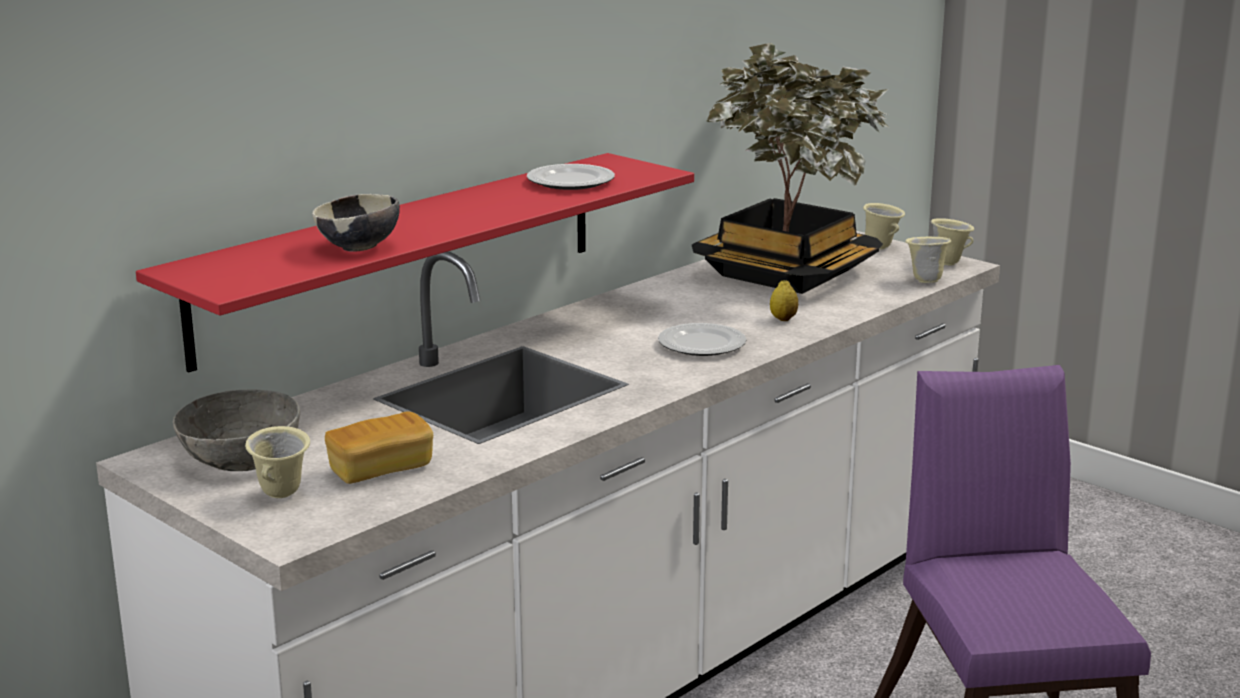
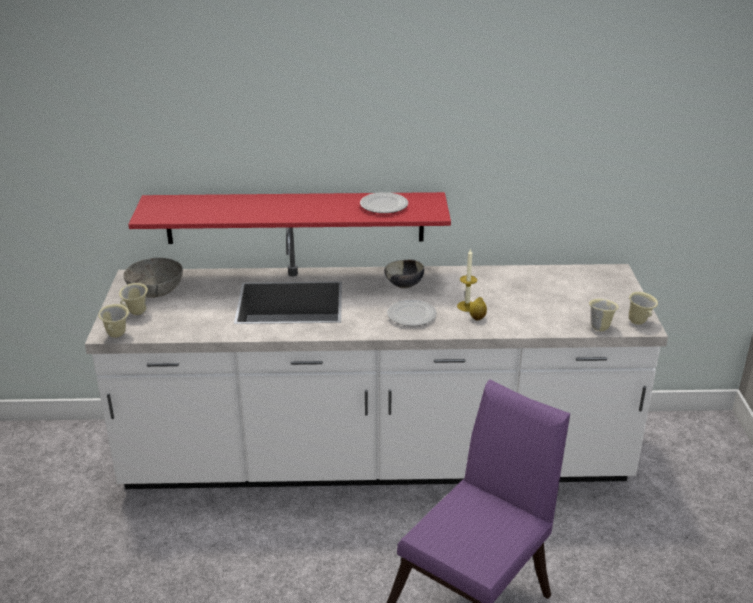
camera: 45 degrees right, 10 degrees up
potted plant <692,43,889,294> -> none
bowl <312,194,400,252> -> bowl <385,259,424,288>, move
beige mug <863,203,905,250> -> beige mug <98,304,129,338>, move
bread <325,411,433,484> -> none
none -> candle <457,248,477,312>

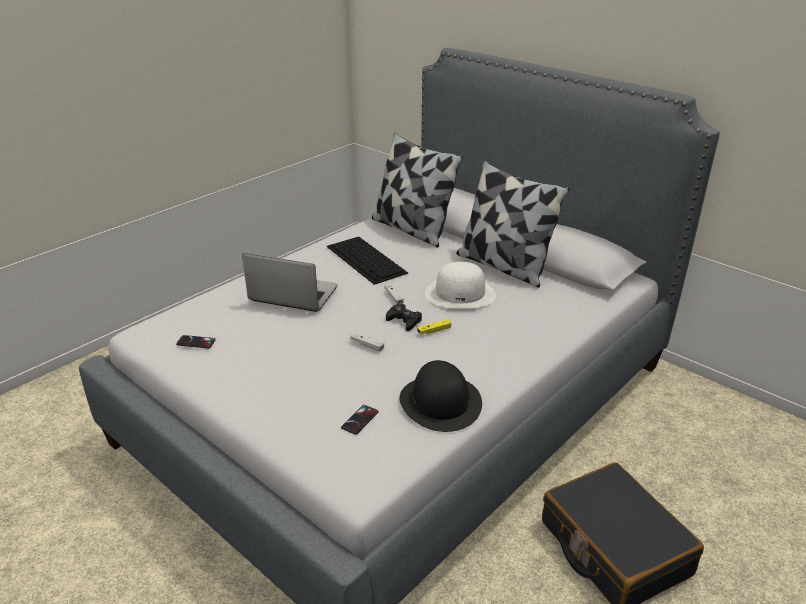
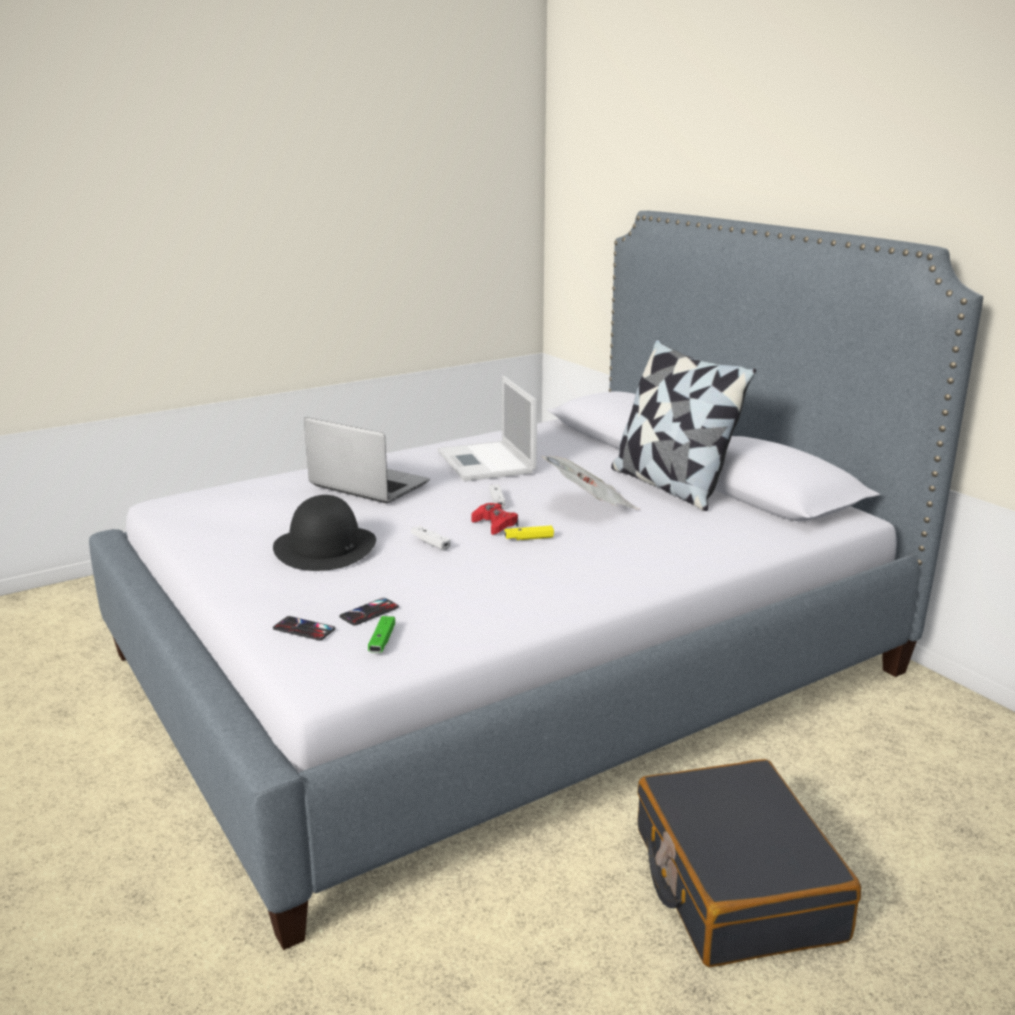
camera: 15 degrees right, 10 degrees down
pillow <372,132,463,247> -> none
keyboard <327,237,408,285> -> laptop <438,376,537,481>
white hat <425,262,496,308> -> newspaper <541,456,640,510>
black game controller <386,304,422,331> -> red game controller <472,503,518,535>
phone <176,335,216,348> -> phone <273,616,335,640>, move
black hat <400,360,482,432> -> black hat <273,495,376,571>, move
none -> green game controller <368,616,395,653>

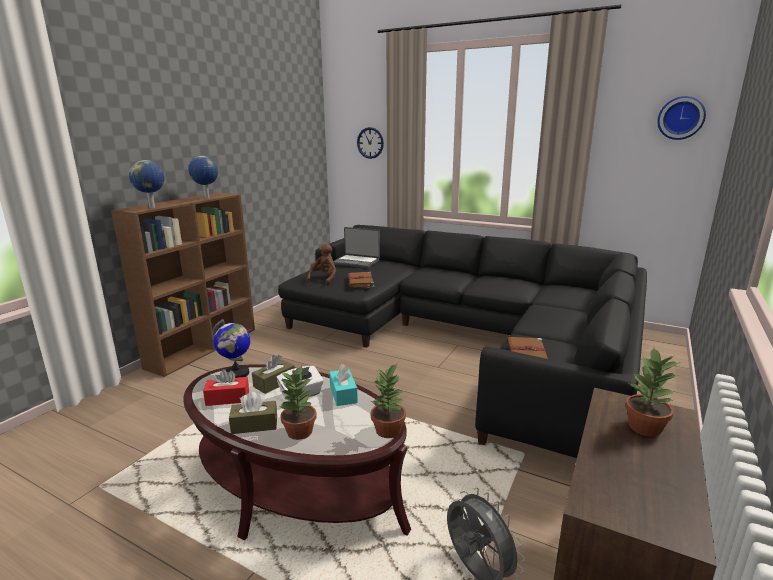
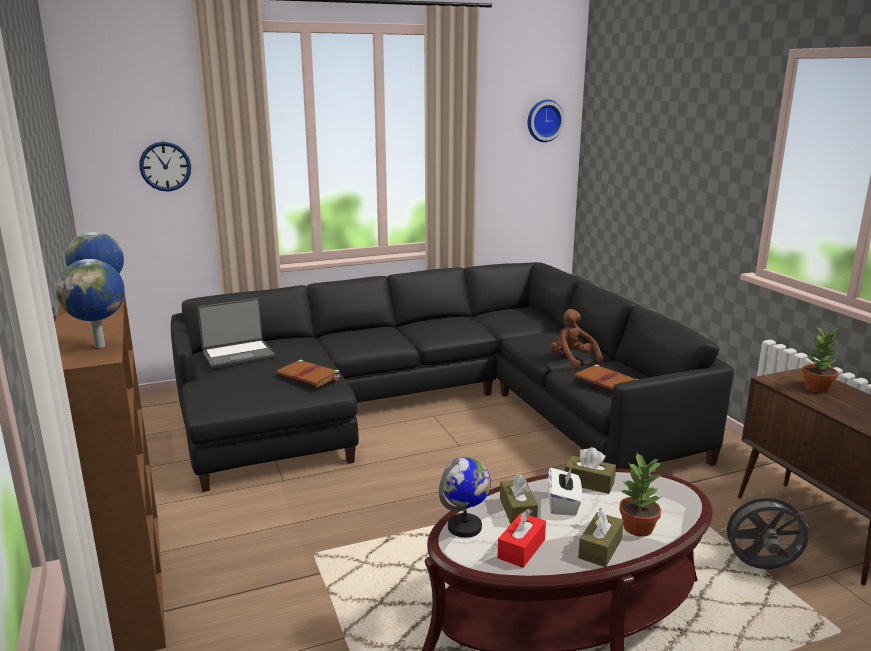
camera: 50 degrees left, 0 degrees up
brown plush toy <306,243,336,286> -> brown plush toy <550,309,603,369>, move
turquoise tissue box <329,364,358,406> -> brown tissue box <565,447,616,494>
potted plant <371,364,406,438> -> none

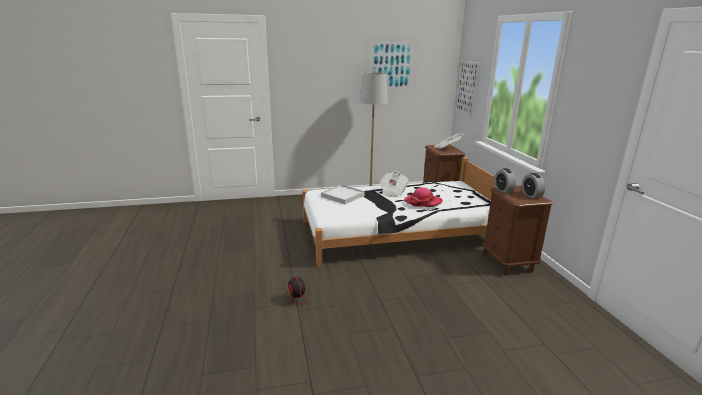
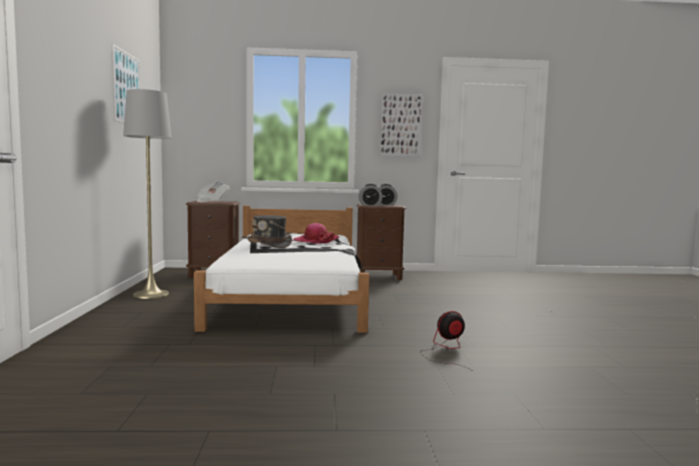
camera: 80 degrees left, 15 degrees down
picture <456,61,480,116> -> picture <380,93,423,157>, move
newspaper <379,171,409,197> -> grey hat <247,215,292,248>
white tray <321,185,365,204> -> none

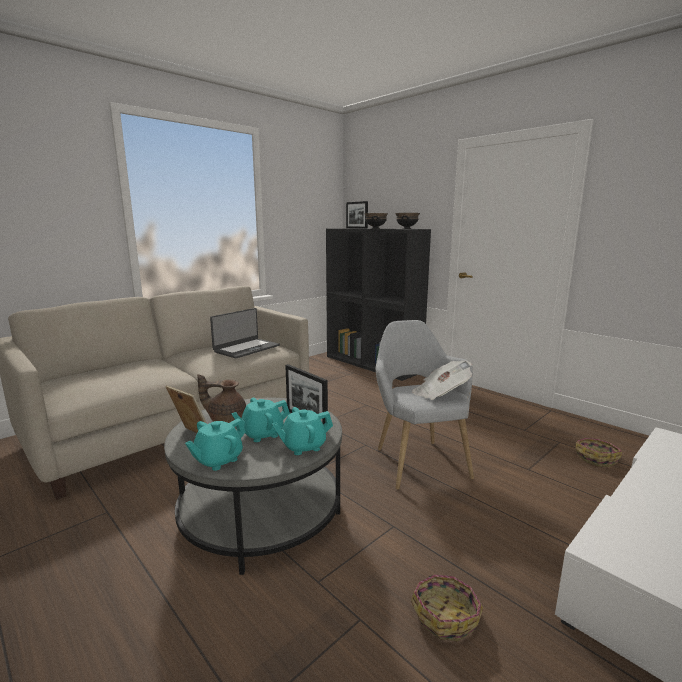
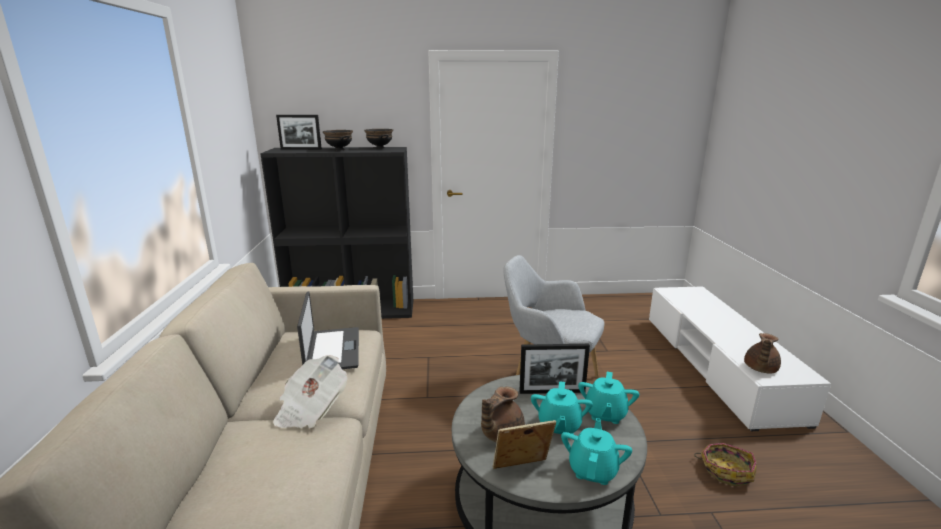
camera: 50 degrees left, 5 degrees up
newspaper <412,361,472,400> -> newspaper <273,355,347,428>, move
turquoise teapot <185,418,246,471> -> turquoise teapot <561,418,632,485>, 150 degrees counterclockwise
basket <575,438,622,467> -> none
none -> brown teapot <744,333,781,374>

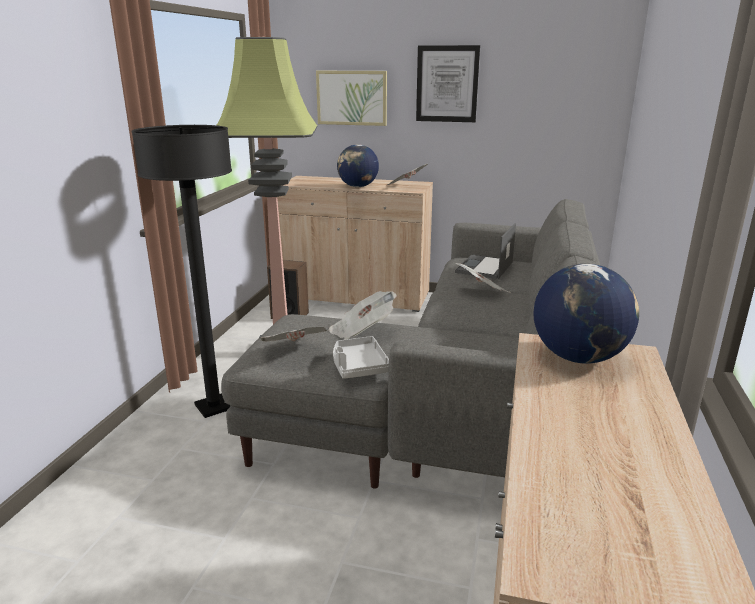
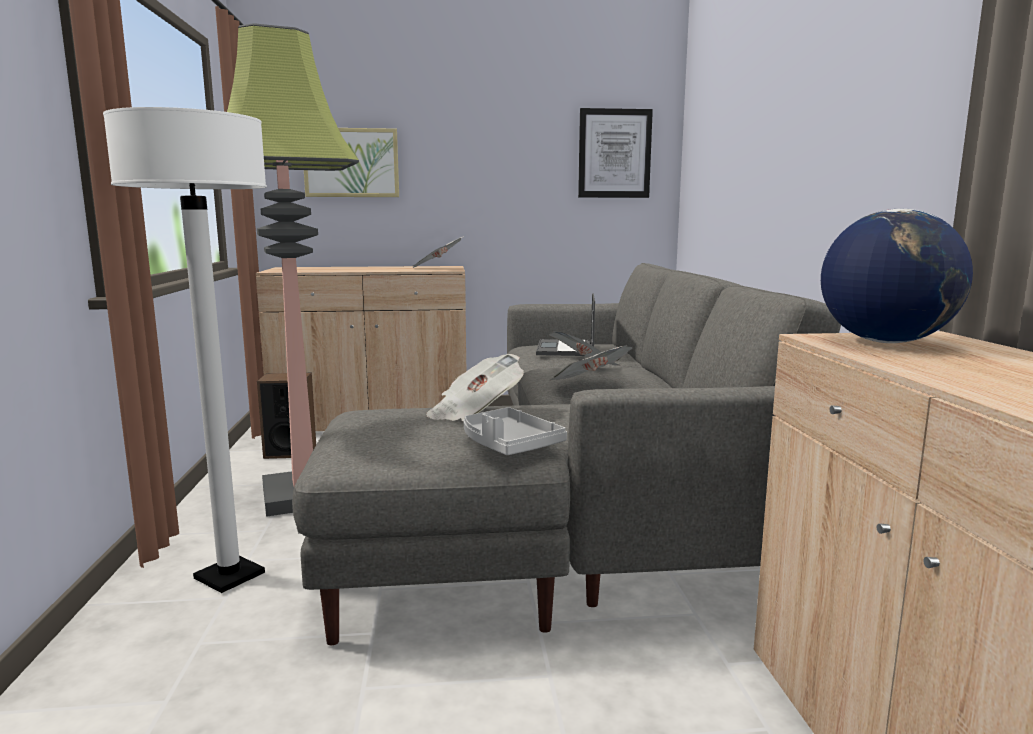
camera: 20 degrees left, 10 degrees down
picture <416,45,480,122> -> picture <578,108,653,198>, move
black floor lamp <132,125,232,418> -> white floor lamp <103,107,267,593>
globe <337,144,379,187> -> none
newspaper <260,327,327,342> -> newspaper <550,345,632,380>, move

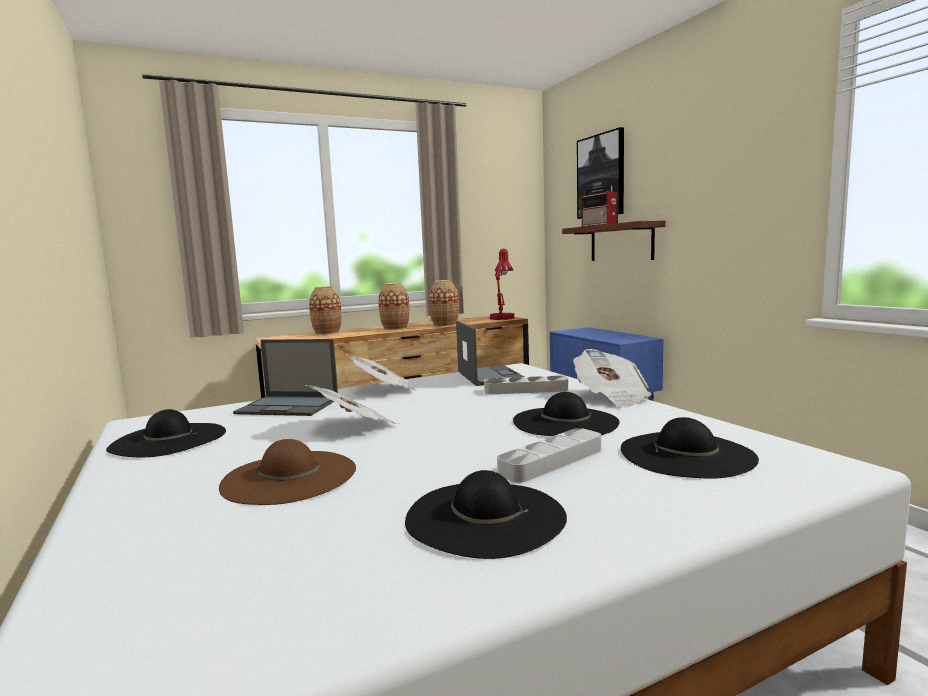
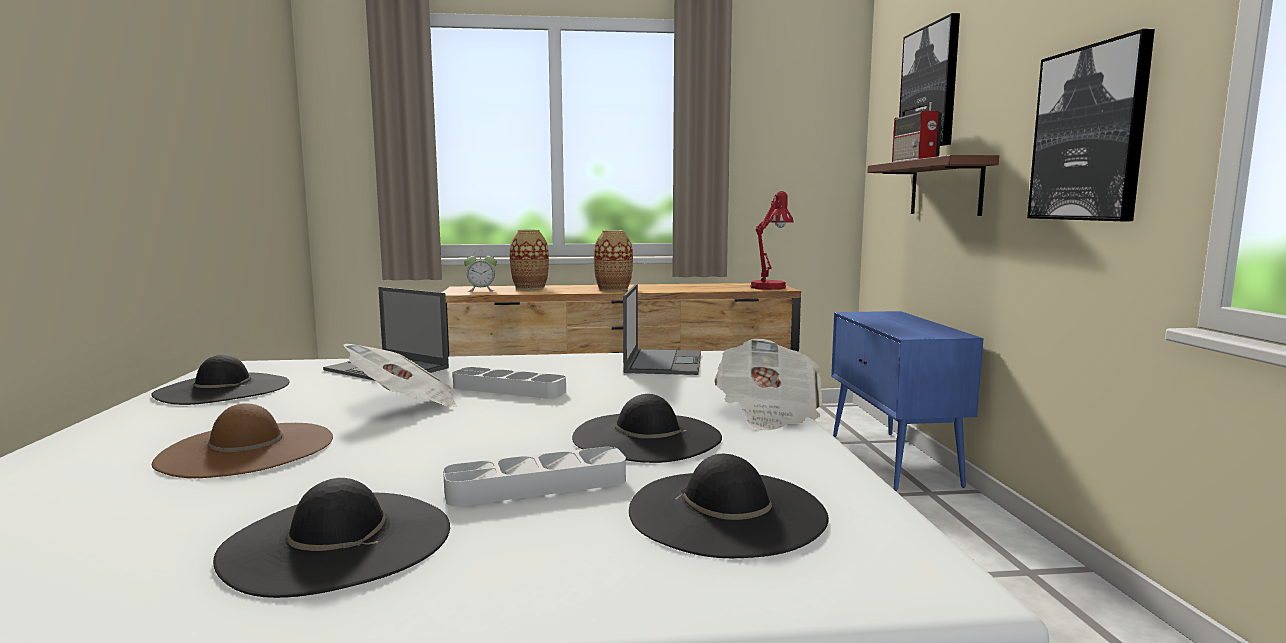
camera: 20 degrees right, 0 degrees up
vase <429,280,459,327> -> none
newspaper <345,354,416,390> -> none
grey tray <484,376,568,395> -> grey tray <453,367,566,399>, move
none -> picture <1027,29,1155,221>
none -> alarm clock <464,251,497,292>

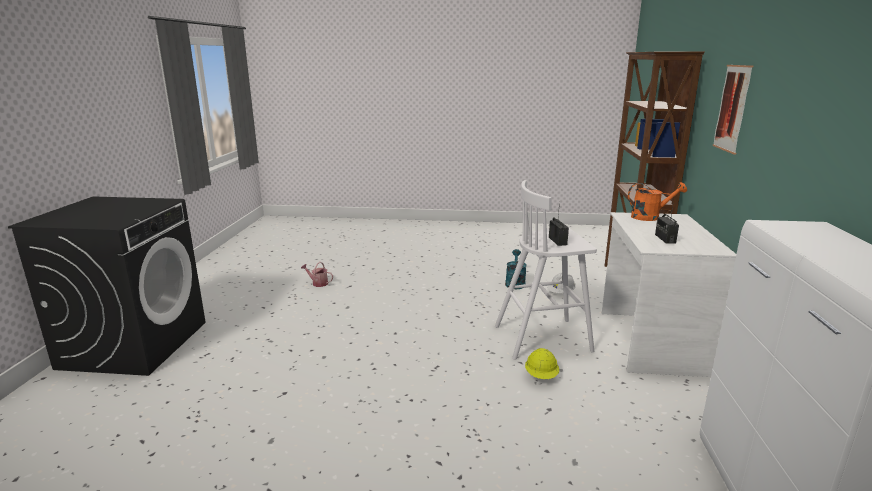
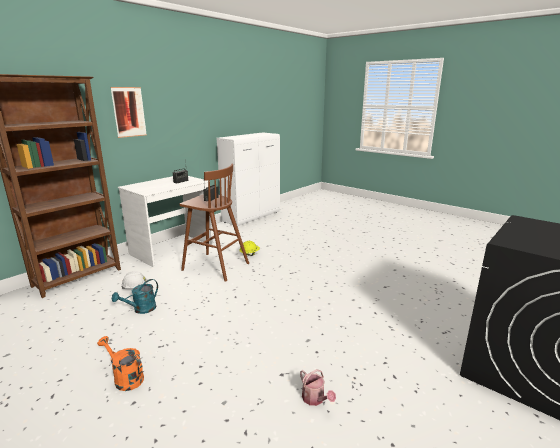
camera: 145 degrees left, 0 degrees up
white stool <495,180,597,360> -> brown stool <180,163,249,282>
orange watering can <628,182,687,221> -> orange watering can <97,336,144,391>, move

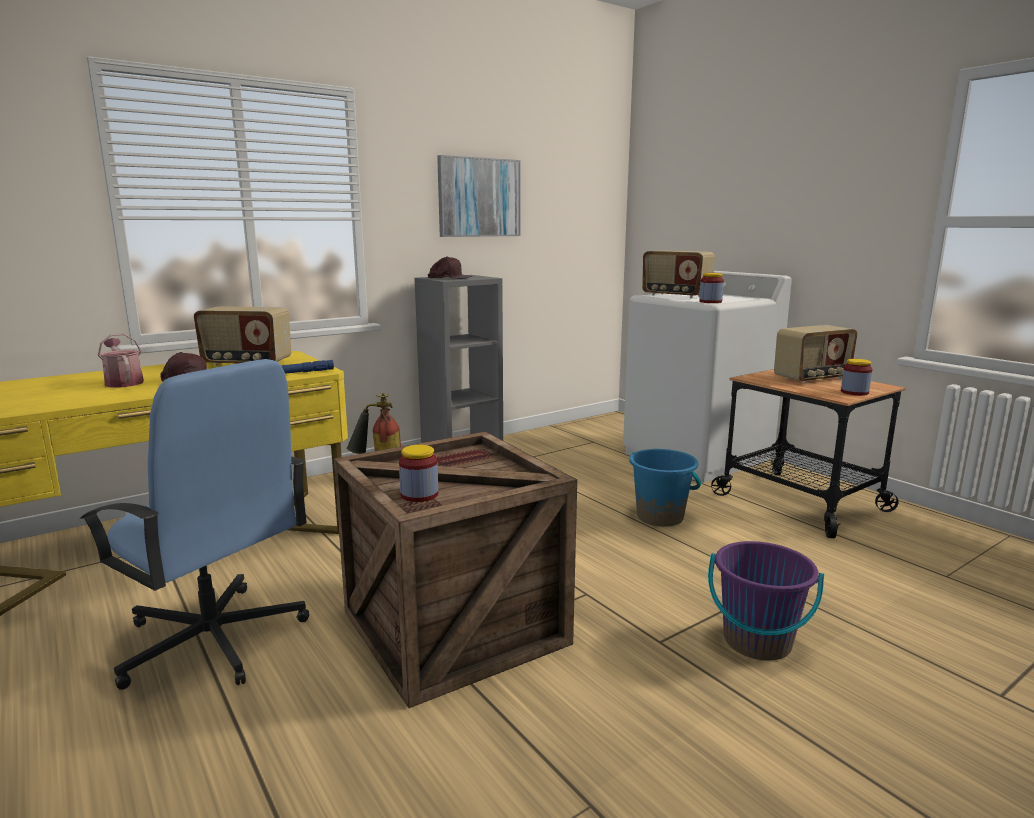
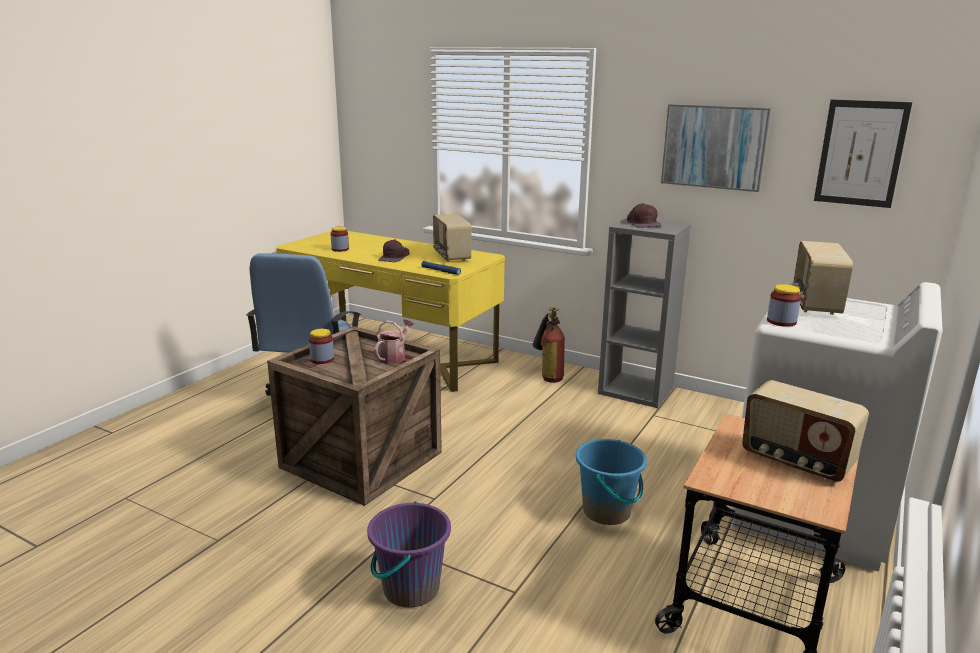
camera: 65 degrees right, 5 degrees up
watering can <98,333,144,387> -> watering can <375,319,414,364>, move
jar <841,359,872,396> -> jar <331,226,349,252>, move
none -> picture <814,100,912,208>

